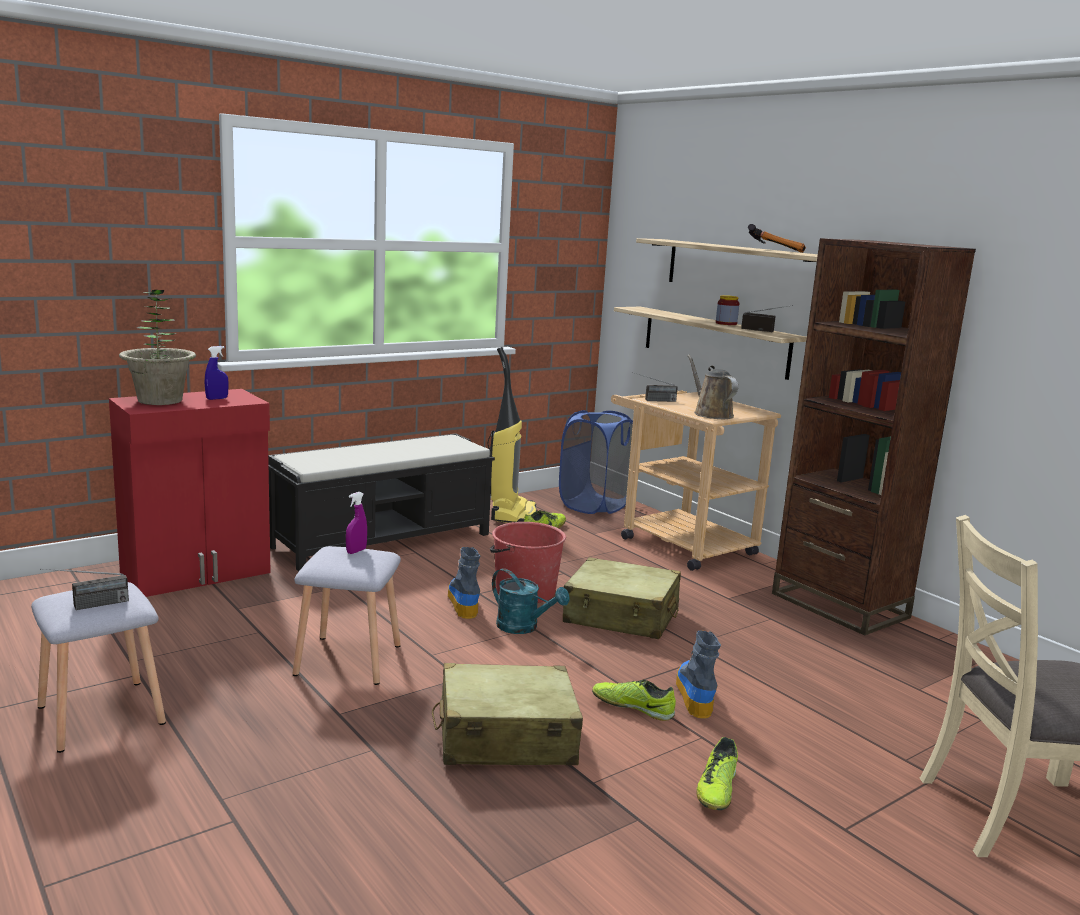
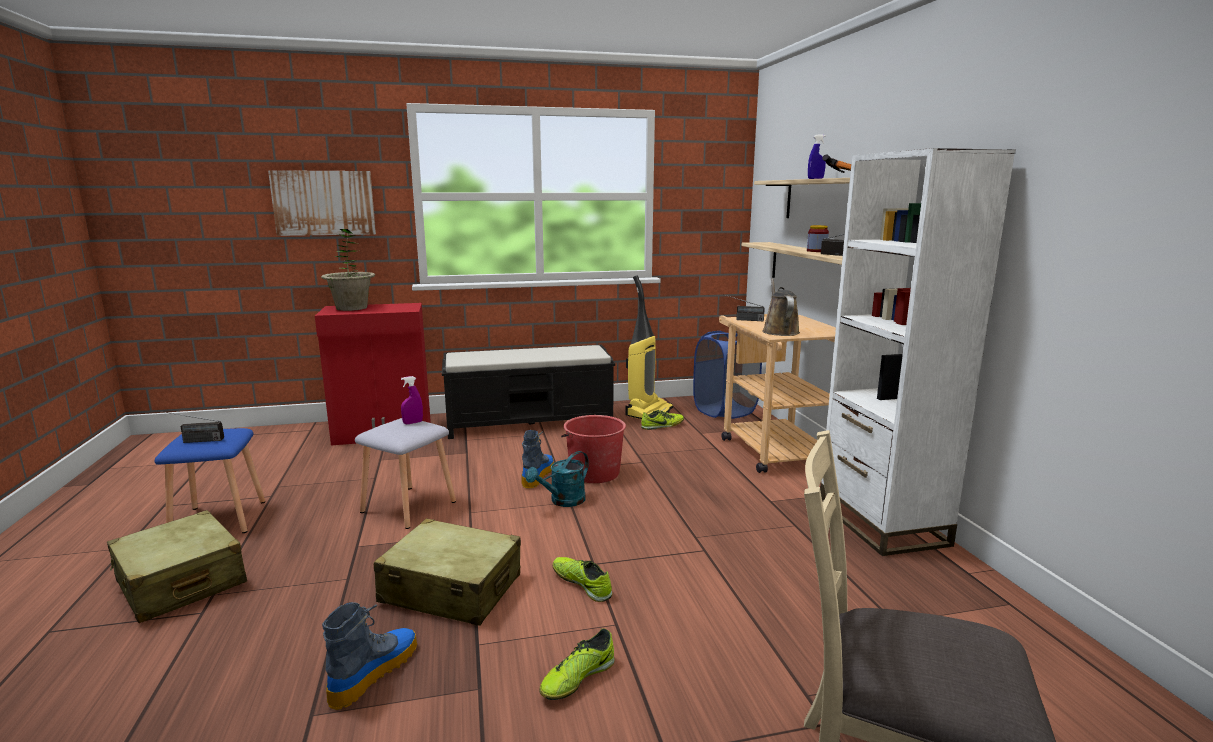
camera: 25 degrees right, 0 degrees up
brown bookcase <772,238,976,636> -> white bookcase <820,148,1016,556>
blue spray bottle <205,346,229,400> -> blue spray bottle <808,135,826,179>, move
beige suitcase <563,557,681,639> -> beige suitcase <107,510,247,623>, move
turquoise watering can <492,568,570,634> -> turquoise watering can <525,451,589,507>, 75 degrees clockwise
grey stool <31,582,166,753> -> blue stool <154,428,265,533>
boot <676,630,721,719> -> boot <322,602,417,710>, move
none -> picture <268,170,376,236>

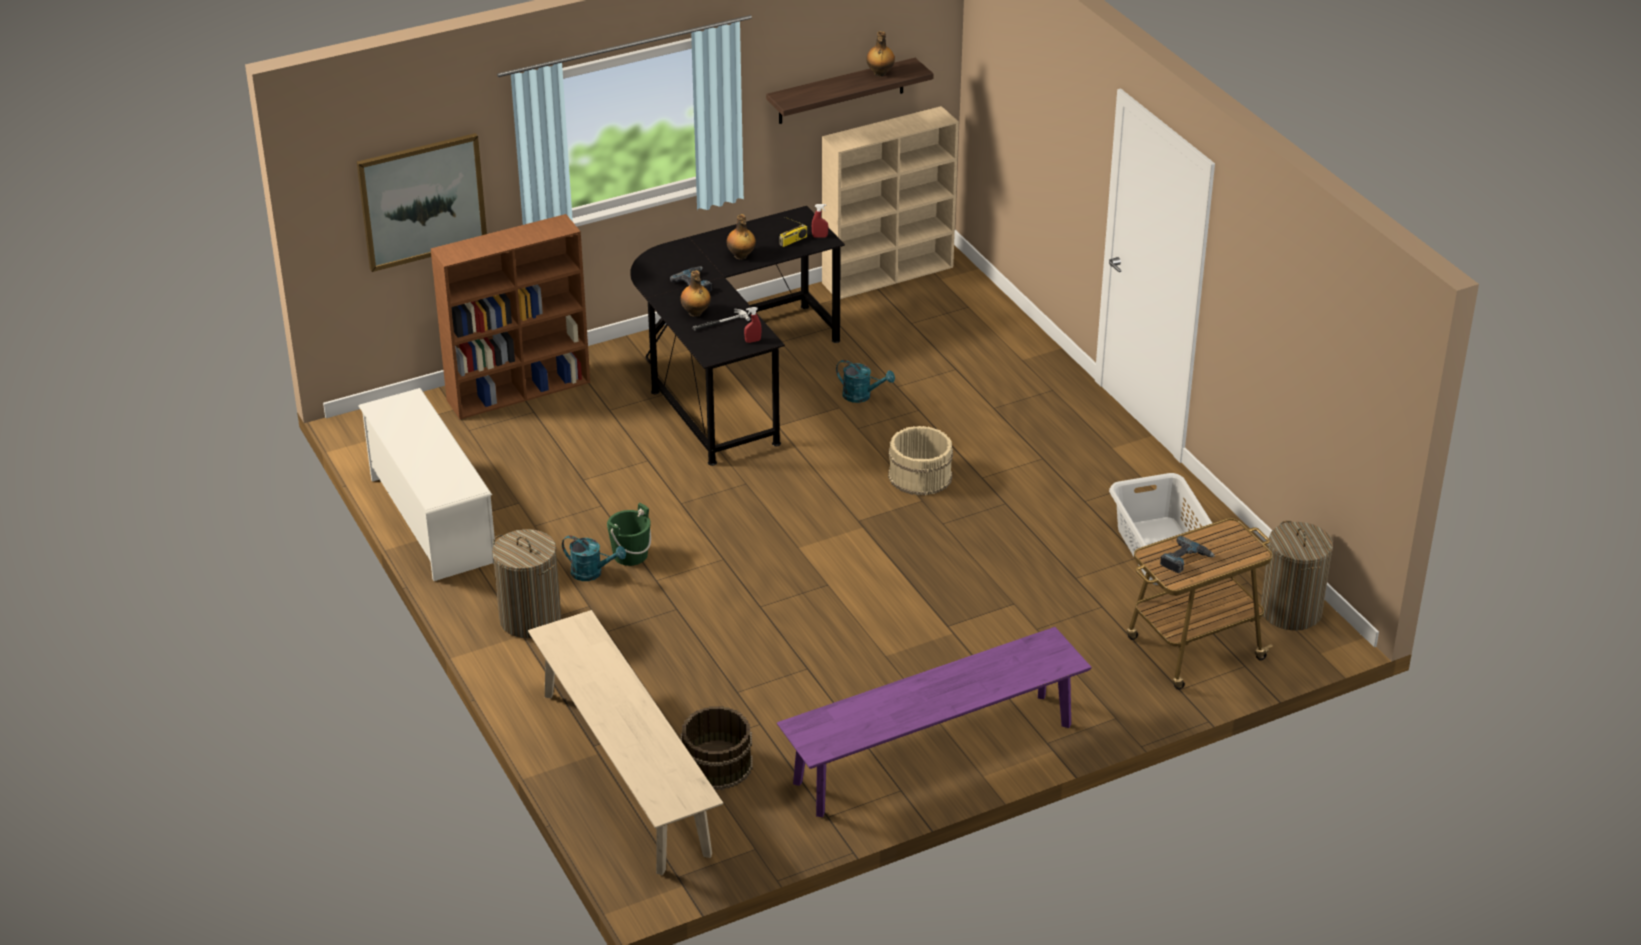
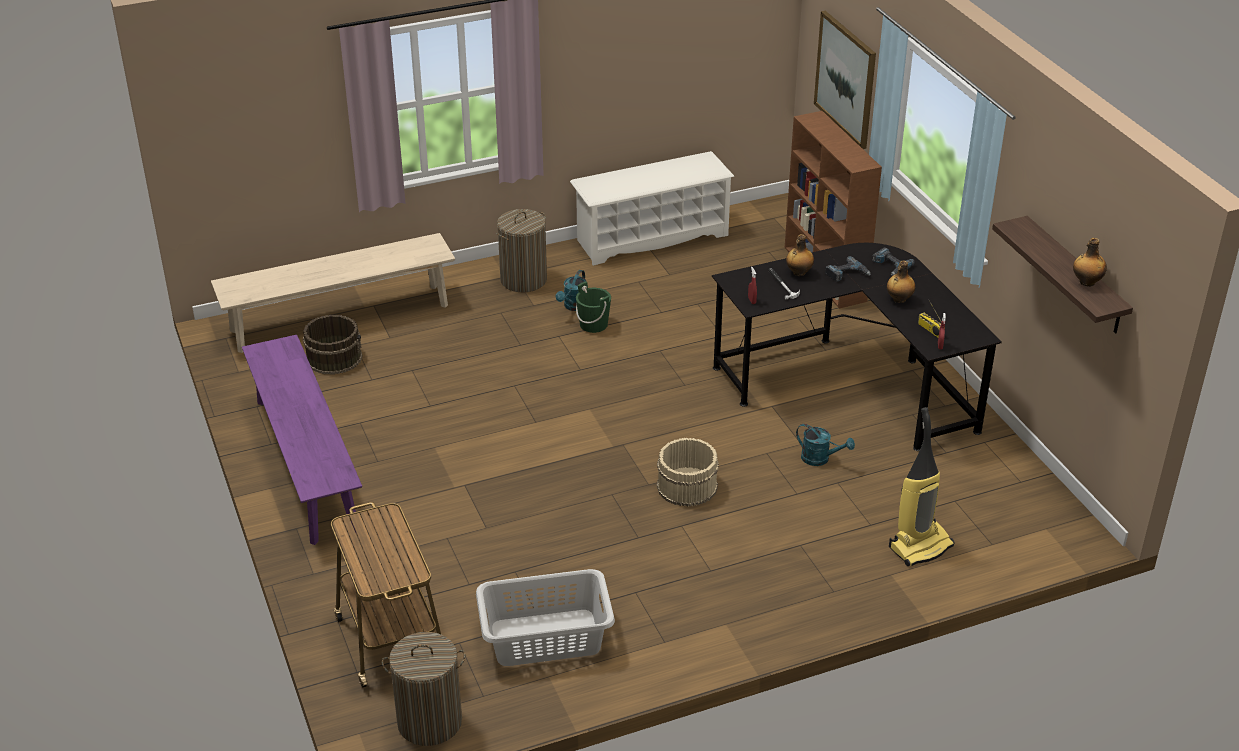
camera: 95 degrees right, 0 degrees up
beige bookcase <822,106,959,299> -> none
turquoise watering can <836,360,895,403> -> turquoise watering can <796,424,855,466>, 90 degrees counterclockwise
power drill <1160,536,1215,573> -> power drill <873,248,915,276>, move
none -> vacuum cleaner <889,407,955,566>

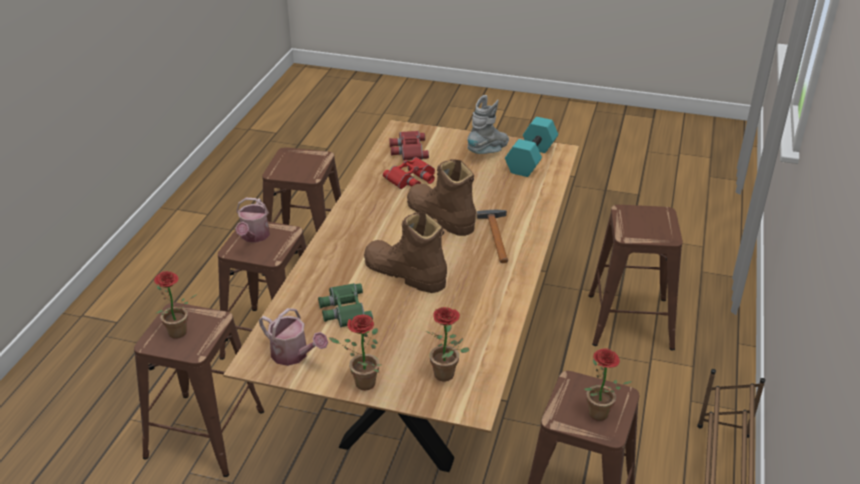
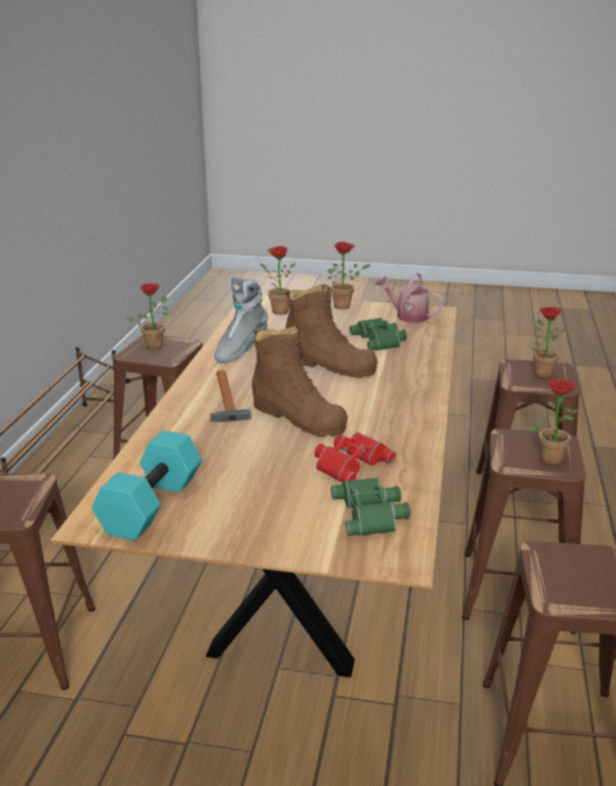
camera: 175 degrees right, 10 degrees down
grey boot <467,95,509,154> -> grey boot <214,276,268,363>, move
red binoculars <389,131,429,160> -> green binoculars <331,477,410,536>
watering can <235,198,270,243> -> potted plant <529,379,578,465>

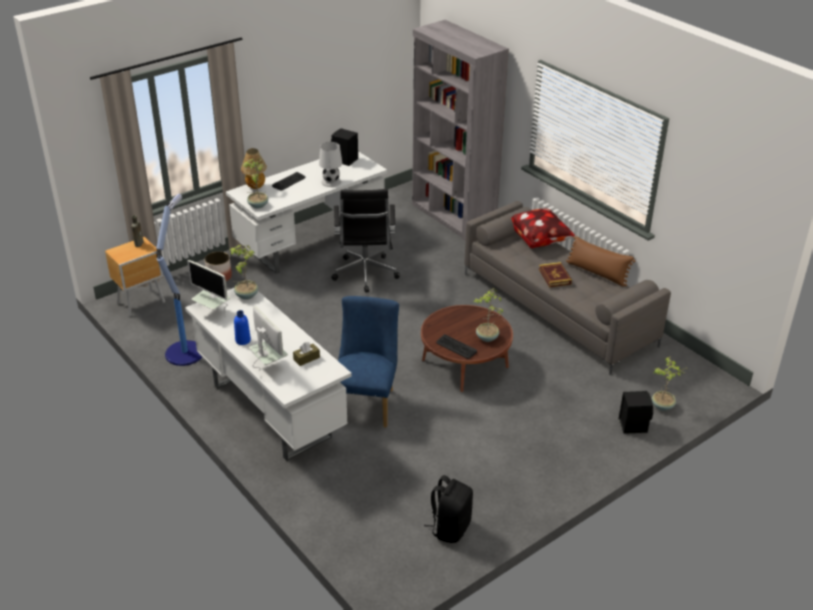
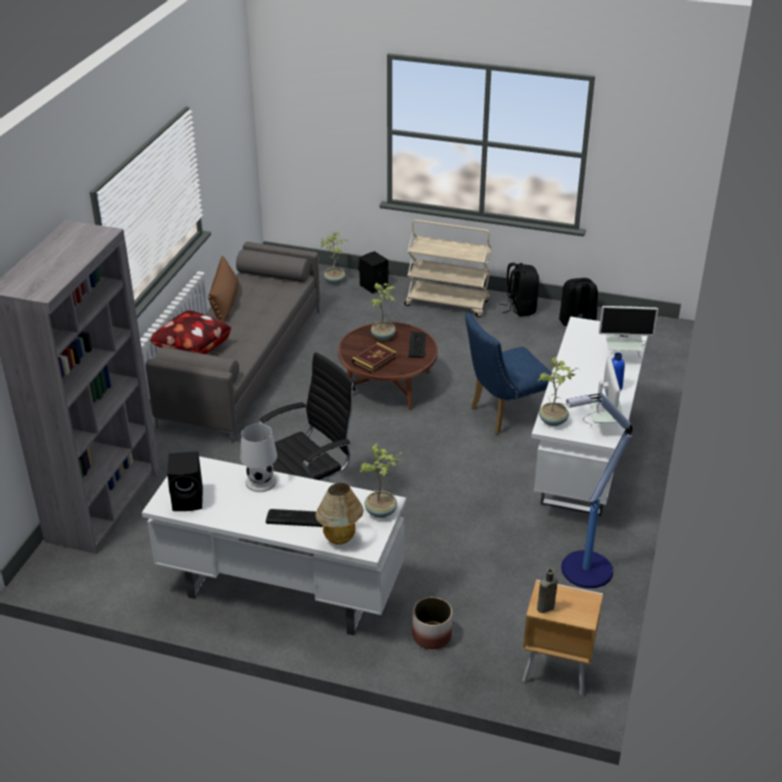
camera: 125 degrees left, 0 degrees up
book <539,262,572,288> -> book <352,342,397,374>, move
monitor <249,306,288,370> -> monitor <599,306,659,357>, 105 degrees counterclockwise
brown tissue box <293,342,320,366> -> none
none -> beige cart <404,220,492,317>
none -> black backpack <499,263,539,316>

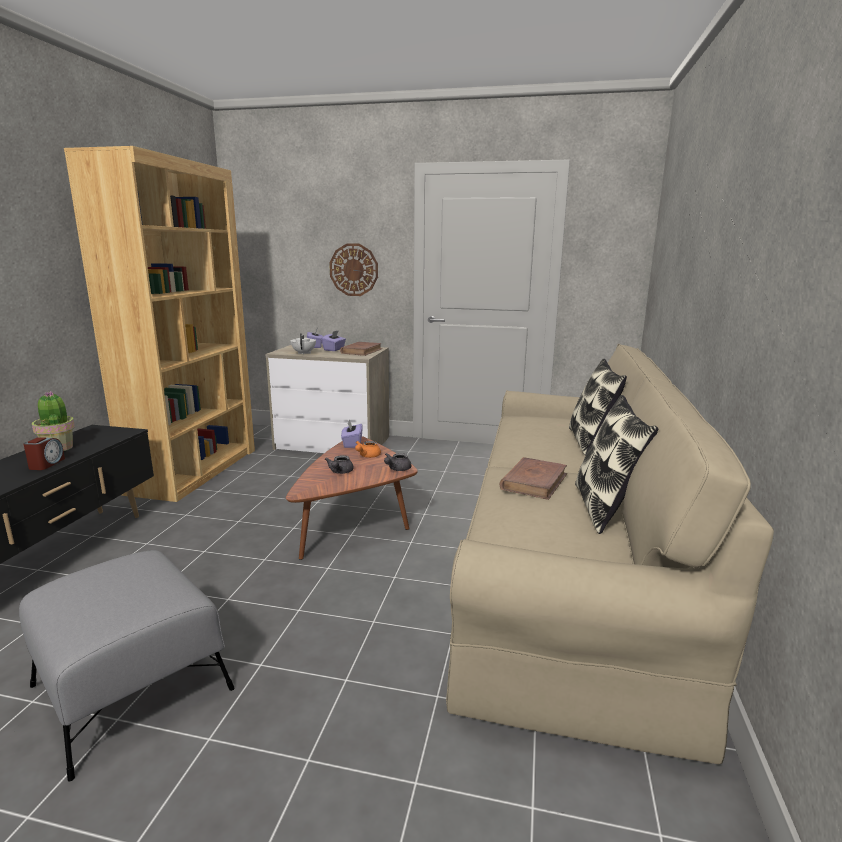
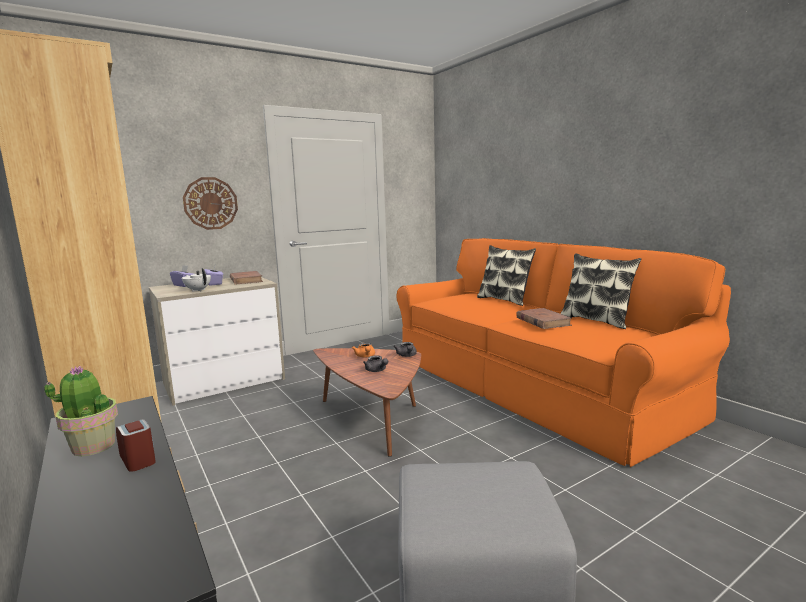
camera: 45 degrees left, 5 degrees down
beige sofa <446,344,774,764> -> orange sofa <397,238,731,467>
purple tissue box <341,419,363,448> -> none

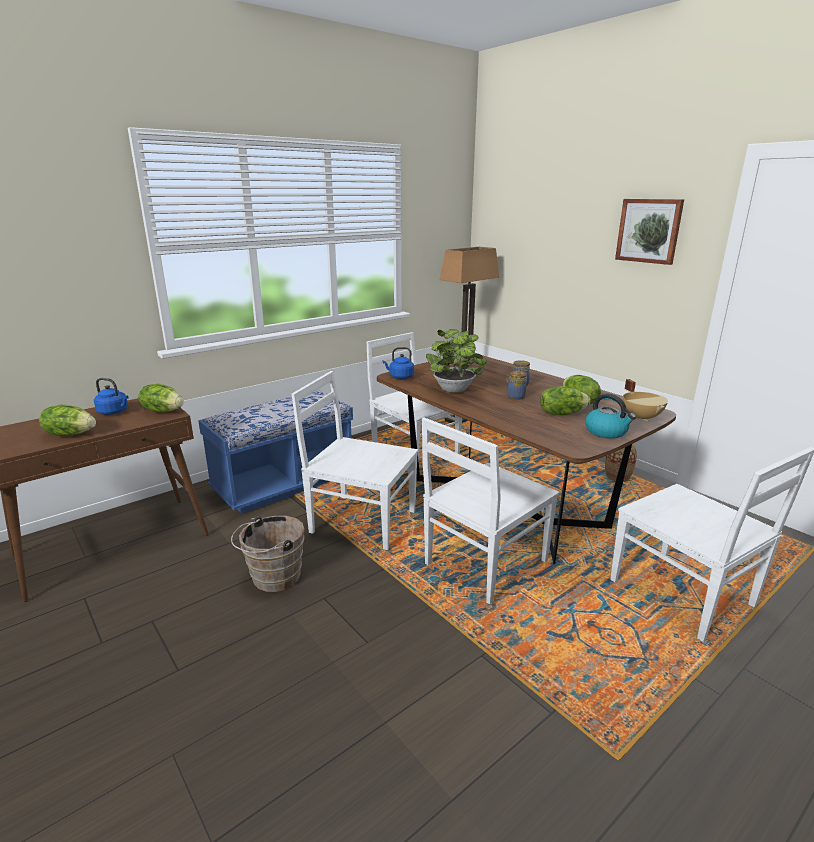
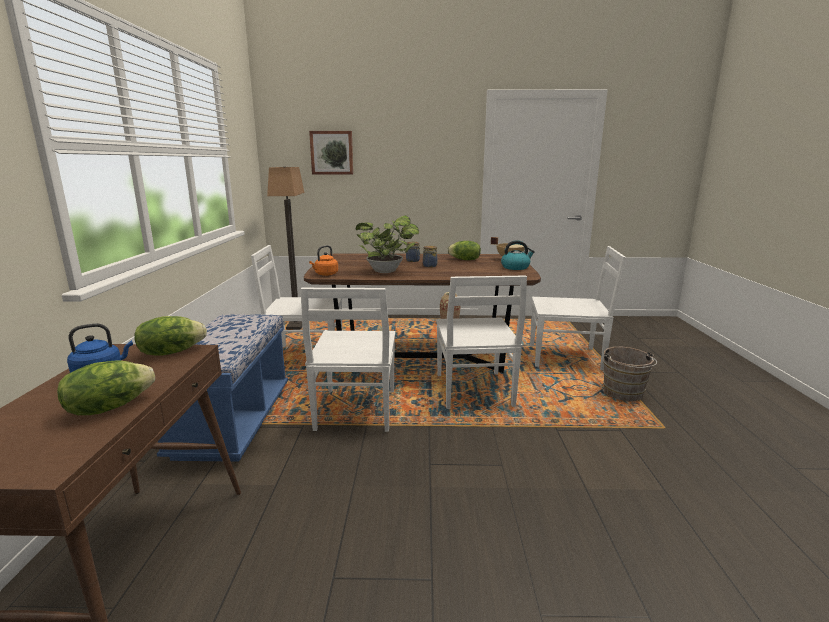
camera: 50 degrees left, 5 degrees down
picture <615,199,684,265> -> picture <309,131,353,174>, move
blue kettle <383,347,414,379> -> orange kettle <309,245,338,276>
white chair <291,371,418,550> -> white chair <301,288,395,432>, 60 degrees counterclockwise
lettuce <540,386,590,415> -> none
brown bucket <231,516,304,592> -> brown bucket <603,347,657,401>, move

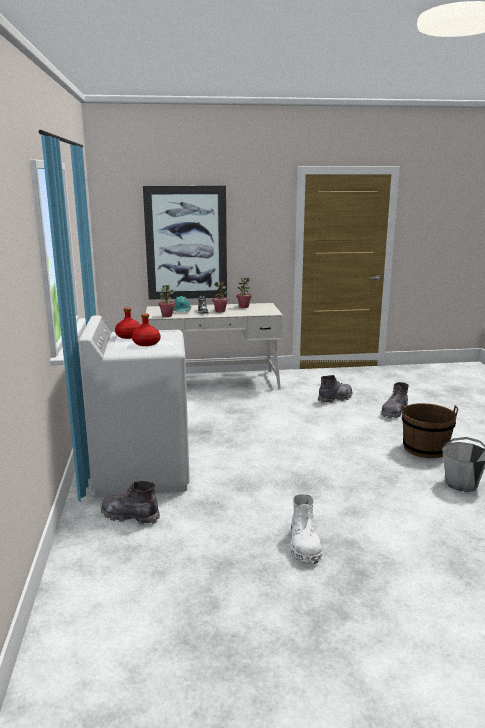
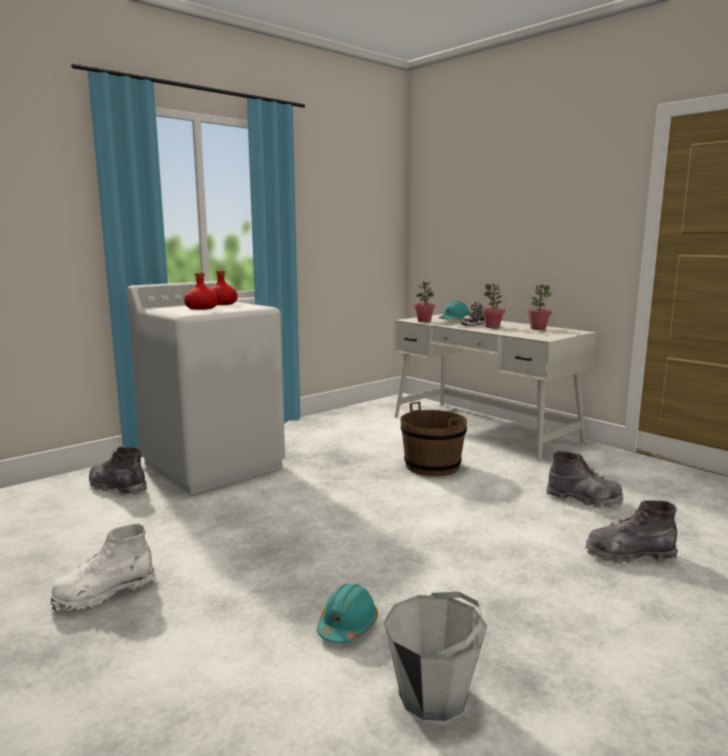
camera: 55 degrees right, 5 degrees down
picture <143,186,227,300> -> none
brown bucket <402,403,458,458> -> brown bucket <400,402,467,476>, move
grey boot <101,481,160,524> -> grey boot <89,447,147,495>, 45 degrees counterclockwise
none -> turquoise hard hat <317,583,378,643>

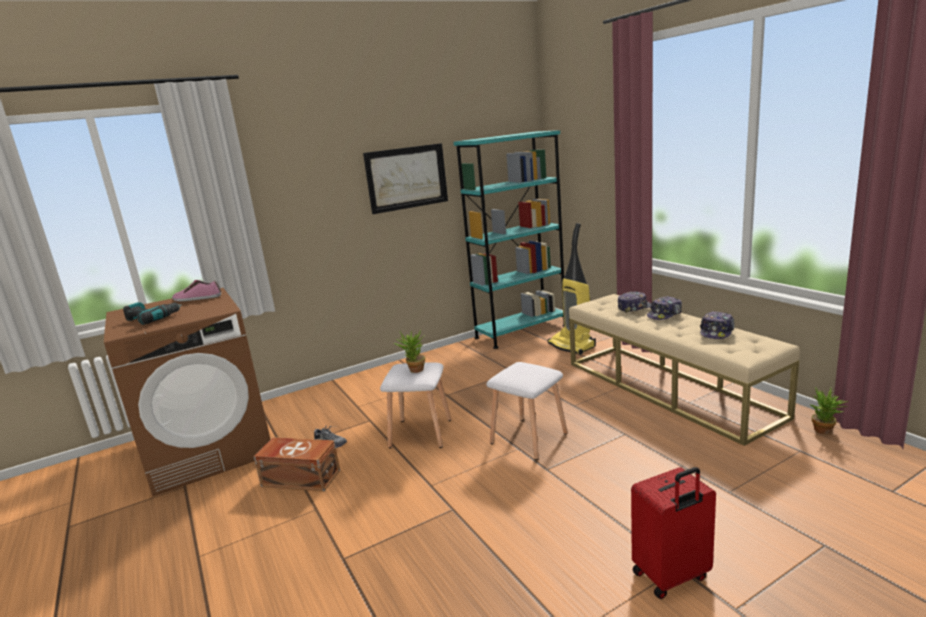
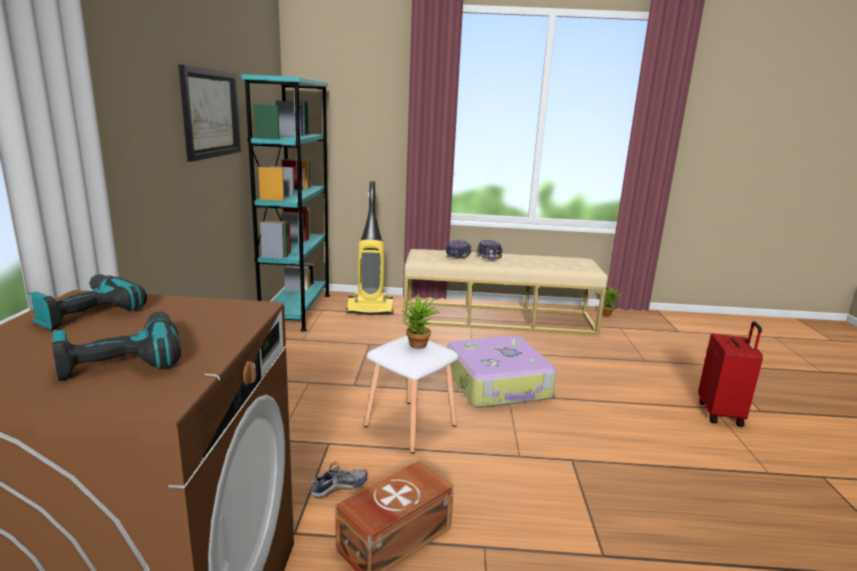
camera: 60 degrees left, 0 degrees up
shoe <172,280,221,301> -> power drill <27,274,147,330>
cap <700,311,735,339> -> none
white stool <486,362,568,460> -> suitcase <447,336,557,408>

